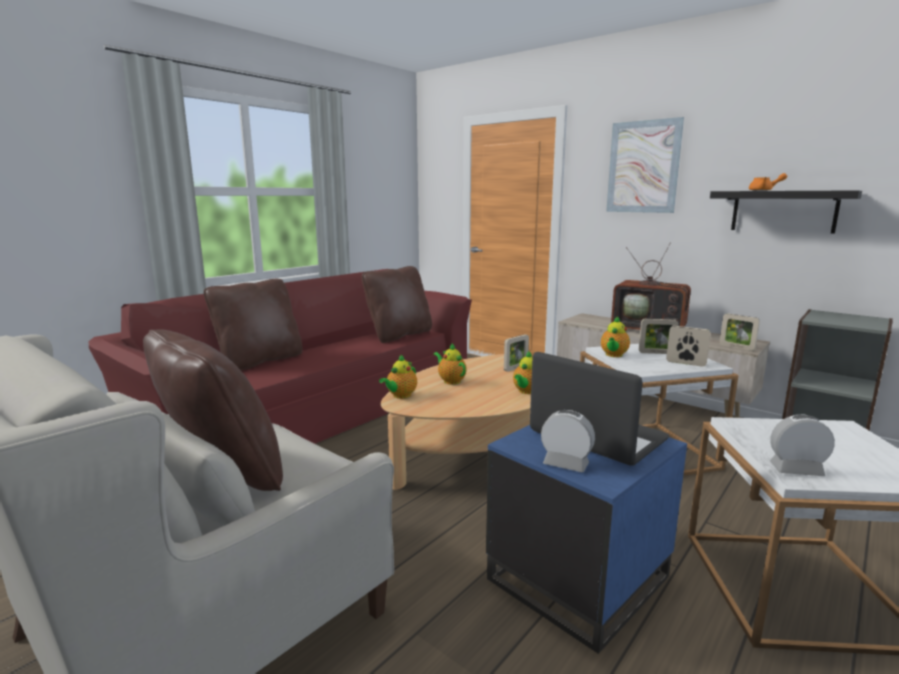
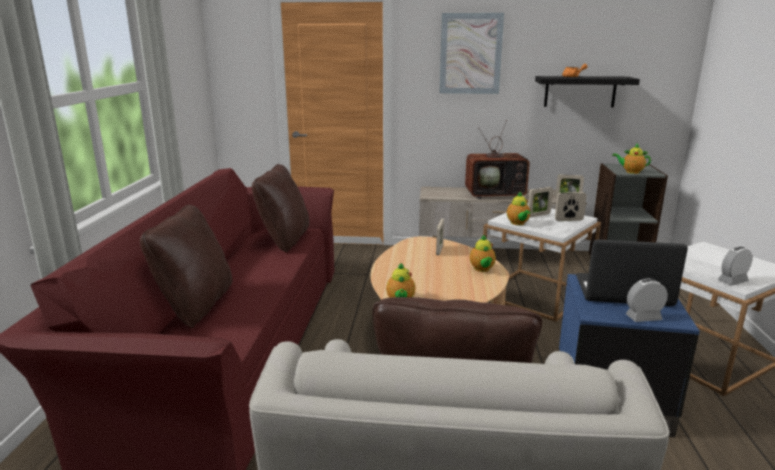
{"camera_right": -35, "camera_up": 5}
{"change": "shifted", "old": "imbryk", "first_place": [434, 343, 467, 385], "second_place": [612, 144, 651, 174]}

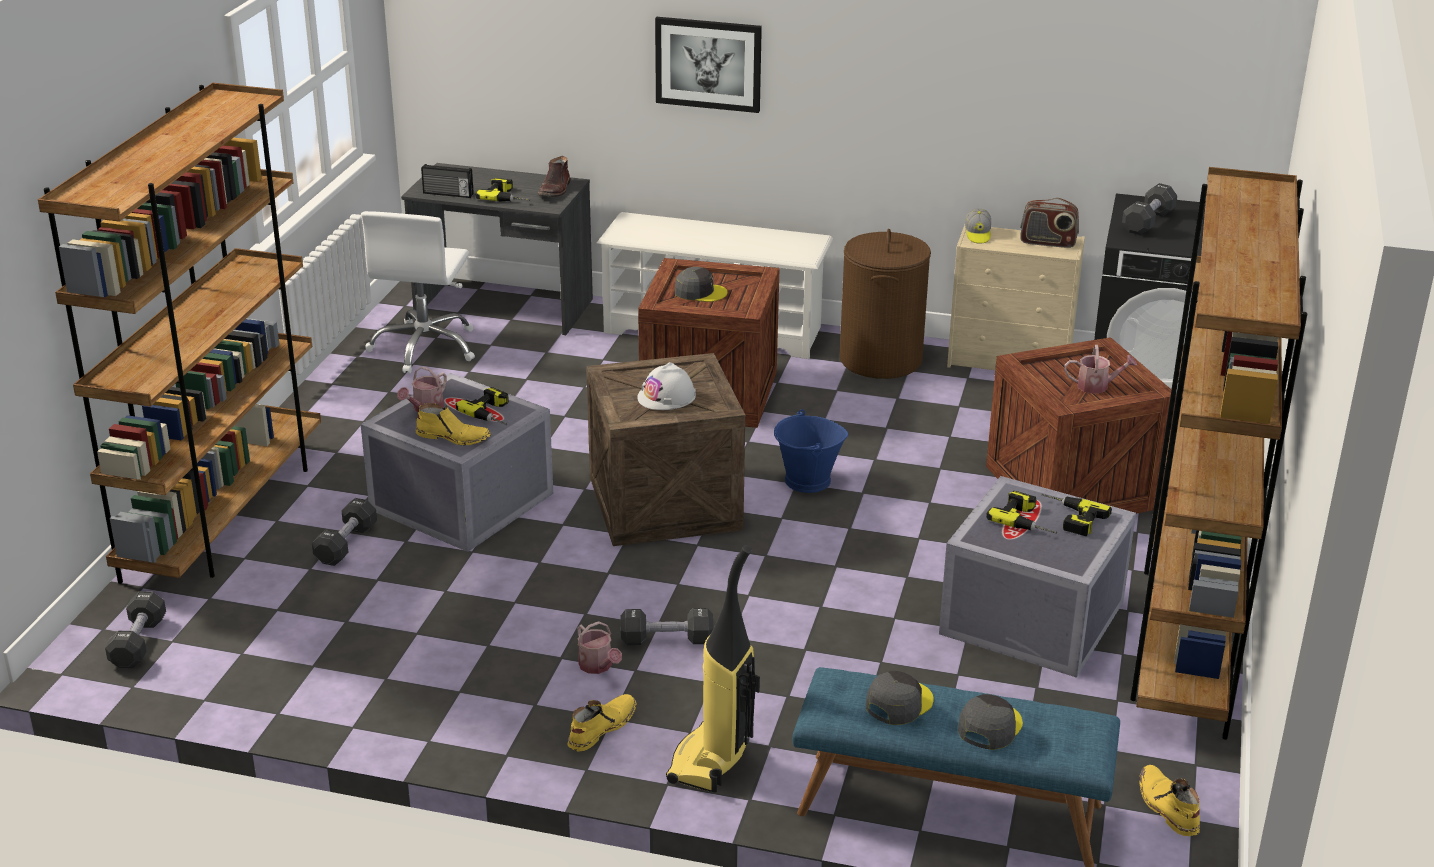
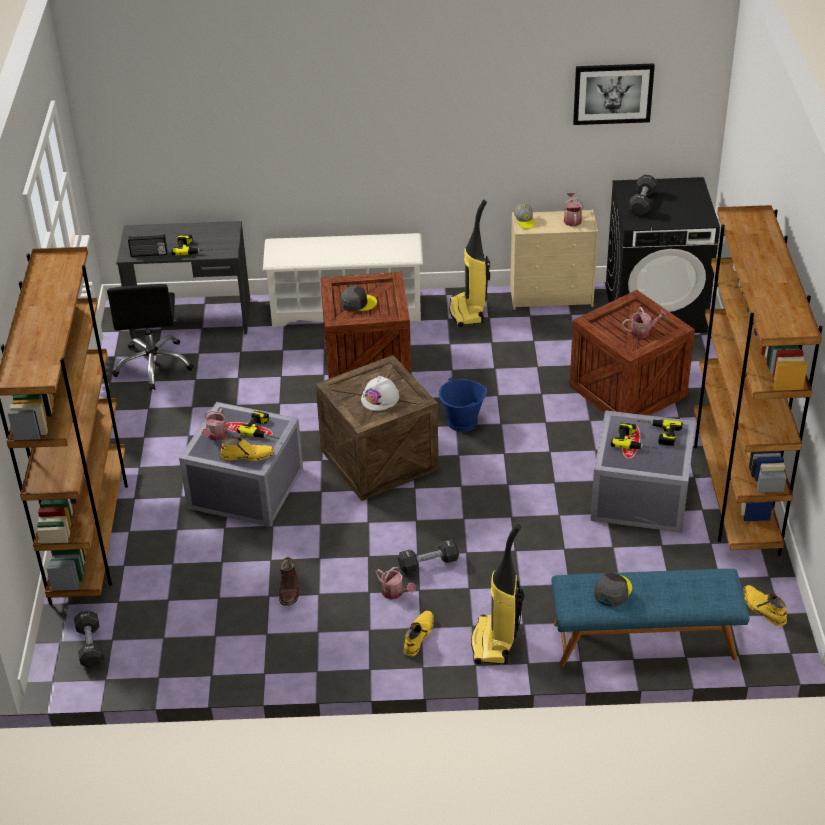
{"camera_right": -15, "camera_up": 10}
{"change": "repainted", "old": "krzesło biurowe [biały]", "new": "krzesło biurowe [czarny]", "first_place": [361, 211, 475, 373], "second_place": [107, 284, 194, 390]}
{"change": "shifted", "old": "but z cholewką [brązowy]", "first_place": [538, 156, 571, 197], "second_place": [279, 557, 300, 606]}
{"change": "swapped", "old": "kosz na pranie [brązowy]", "new": "odkurzacz", "first_place": [840, 229, 931, 379], "second_place": [449, 200, 490, 327]}
{"change": "swapped", "old": "radio", "new": "konewka", "first_place": [1020, 198, 1079, 248], "second_place": [563, 193, 584, 227]}
{"change": "shifted", "old": "obraz", "first_place": [655, 17, 762, 113], "second_place": [573, 63, 655, 125]}
{"change": "gone", "old": "hantel [czarny]", "first_place": [312, 498, 377, 566]}
{"change": "gone", "old": "czapka z daszkiem [szary]", "first_place": [958, 694, 1023, 750]}

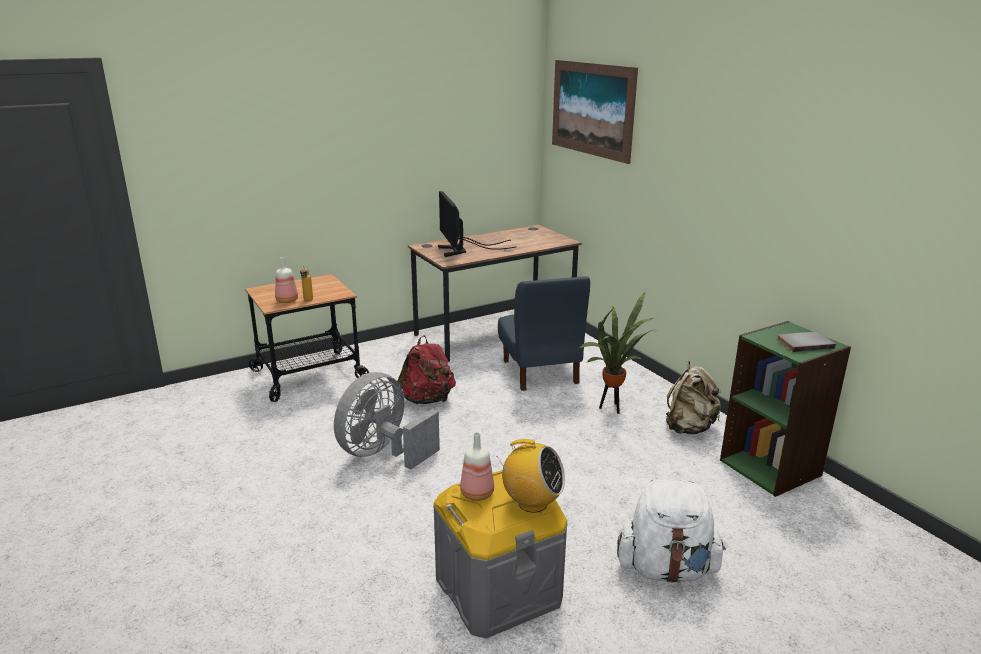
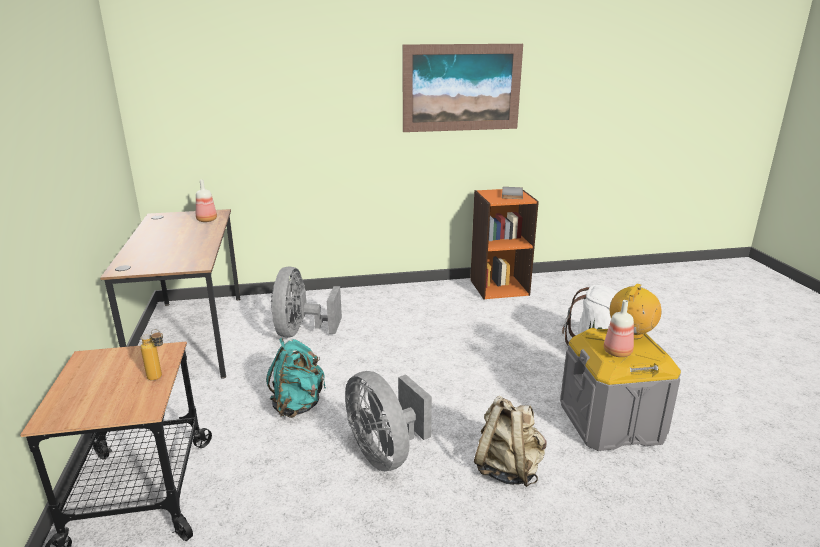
{"camera_right": -70, "camera_up": 0}
{"change": "shifted", "old": "butelka", "first_place": [275, 257, 298, 303], "second_place": [196, 180, 217, 222]}
{"change": "repainted", "old": "plecak [czerwony]", "new": "plecak [turkusowy]", "first_place": [397, 335, 456, 404], "second_place": [266, 338, 326, 418]}
{"change": "swapped", "old": "krzesło [niebieski]", "new": "wentylator [szary]", "first_place": [498, 276, 590, 391], "second_place": [271, 266, 342, 338]}
{"change": "shifted", "old": "obraz", "first_place": [552, 60, 638, 164], "second_place": [402, 44, 523, 132]}
{"change": "repainted", "old": "regał [zielony]", "new": "regał [pomarańczowy]", "first_place": [720, 321, 851, 497], "second_place": [470, 189, 539, 299]}
{"change": "shifted", "old": "plecak [beżowy]", "first_place": [666, 361, 721, 434], "second_place": [474, 396, 547, 487]}
{"change": "gone", "old": "monitor", "first_place": [438, 191, 516, 257]}
{"change": "gone", "old": "roślina doniczkowa", "first_place": [579, 292, 654, 414]}

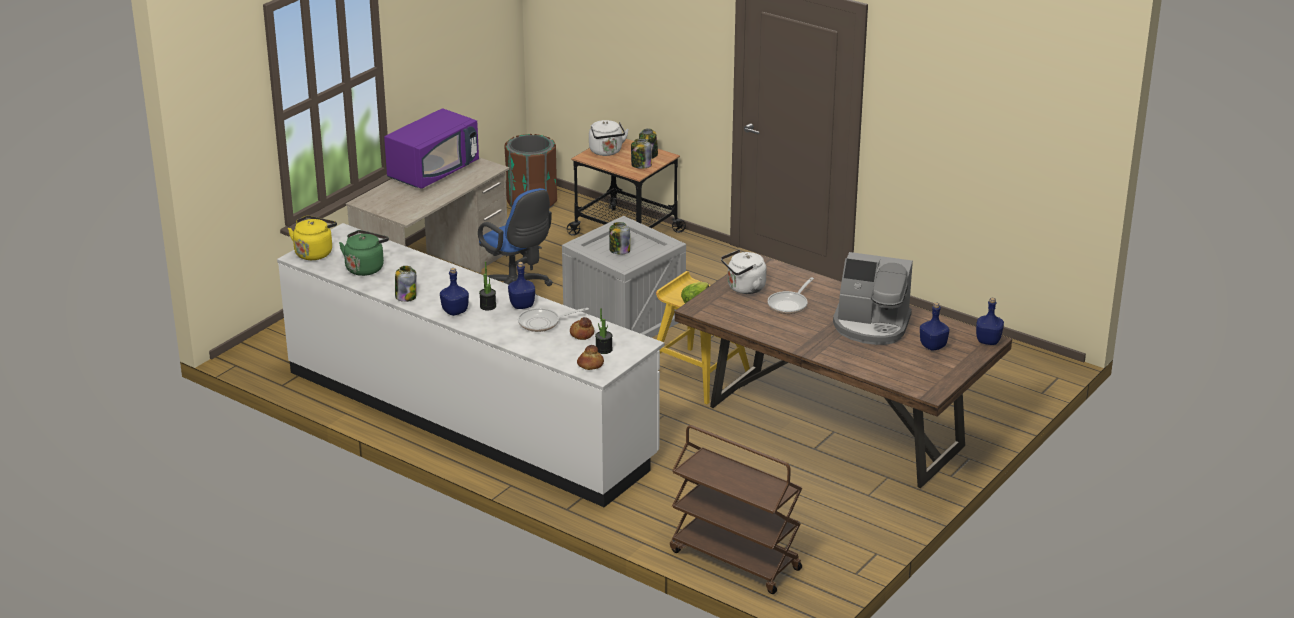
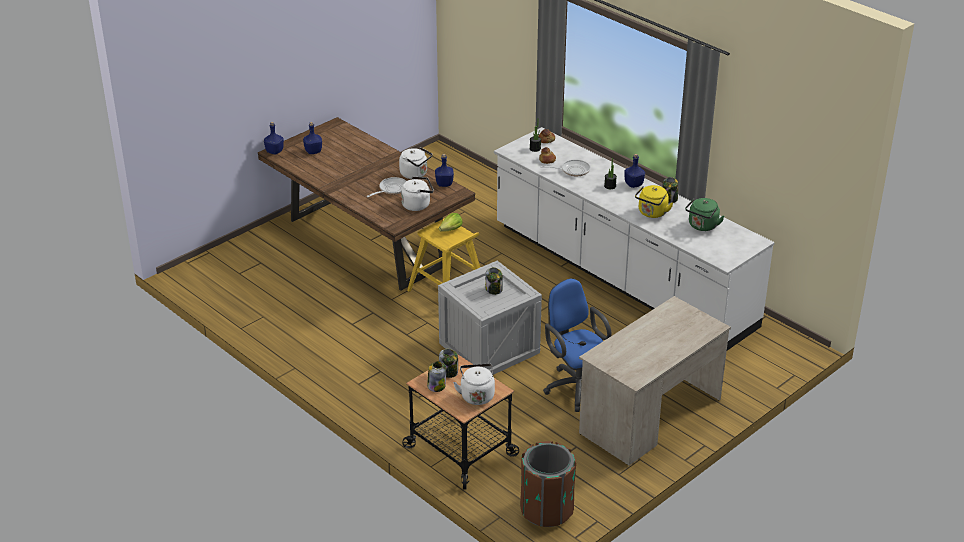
{"camera_right": -170, "camera_up": 5}
{"change": "new", "new": "czajnik [biały]", "second_place": [399, 147, 432, 179]}
{"change": "shifted", "old": "butelka [niebieski]", "first_place": [508, 262, 535, 309], "second_place": [435, 154, 454, 187]}
{"change": "shifted", "old": "czajnik [żółty]", "first_place": [288, 216, 337, 260], "second_place": [635, 185, 673, 218]}
{"change": "gone", "old": "mikrofalówka [fioletowy]", "first_place": [384, 108, 479, 189]}
{"change": "gone", "old": "wózek [brązowy]", "first_place": [670, 425, 802, 594]}
{"change": "gone", "old": "ekspres do kawy", "first_place": [833, 252, 913, 345]}

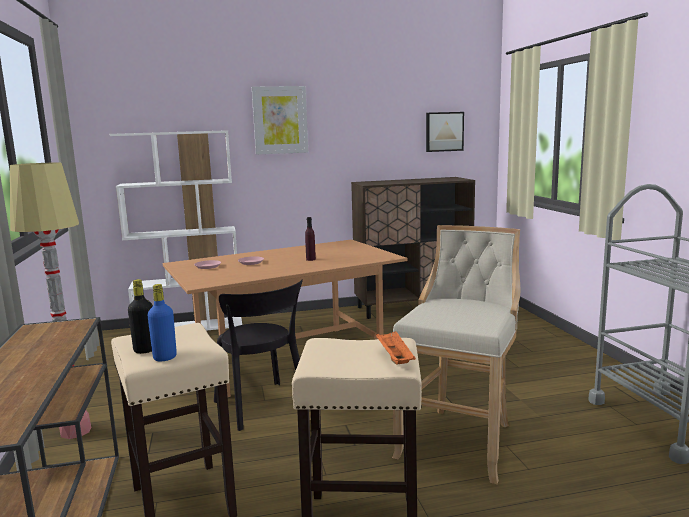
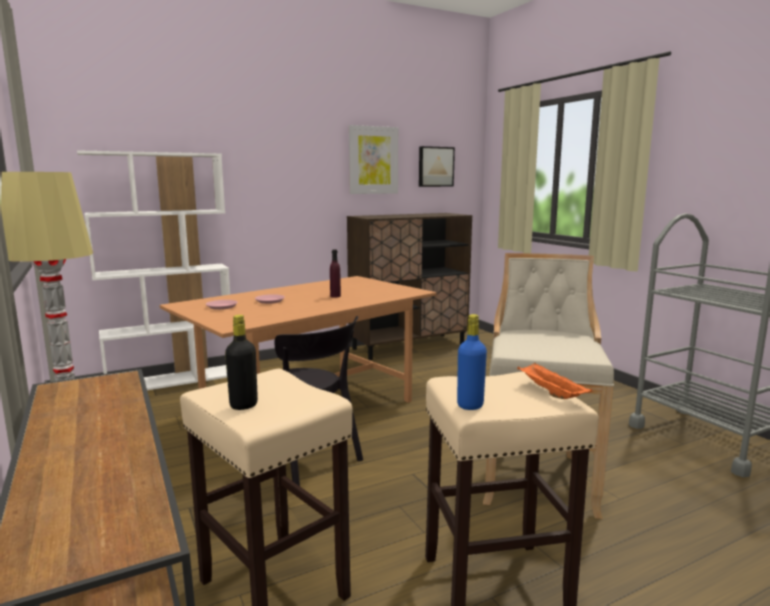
{"camera_right": -15, "camera_up": 0}
{"change": "shifted", "old": "obraz", "first_place": [252, 86, 308, 154], "second_place": [349, 125, 398, 194]}
{"change": "shifted", "old": "butelka [niebieski]", "first_place": [147, 284, 177, 361], "second_place": [457, 314, 487, 410]}

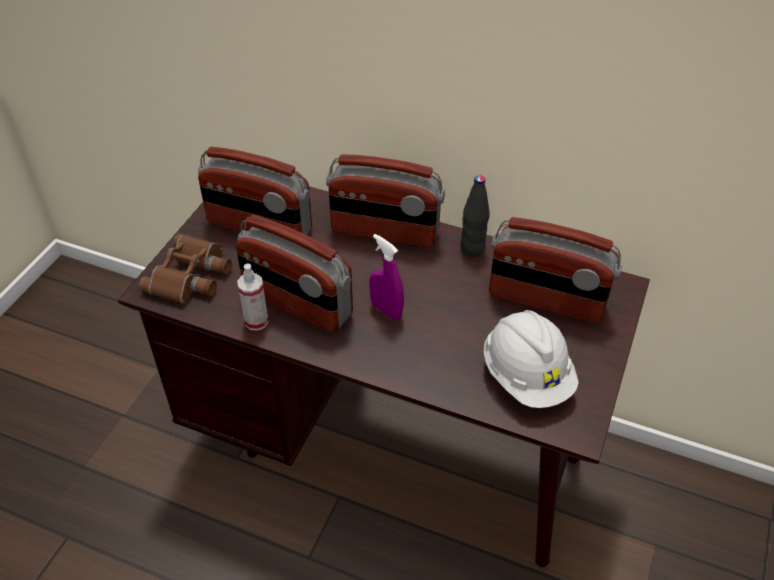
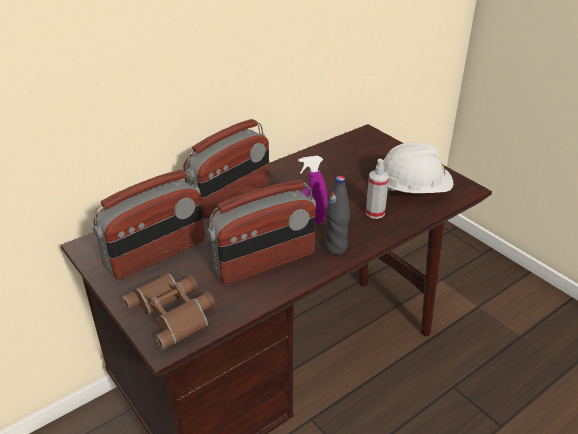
{"camera_right": -60, "camera_up": -10}
{"change": "shifted", "old": "butelka [czarny]", "first_place": [460, 175, 490, 256], "second_place": [325, 176, 350, 255]}
{"change": "shifted", "old": "spryskiwacz", "first_place": [237, 263, 269, 331], "second_place": [366, 159, 389, 219]}
{"change": "gone", "old": "radio", "first_place": [489, 217, 622, 323]}

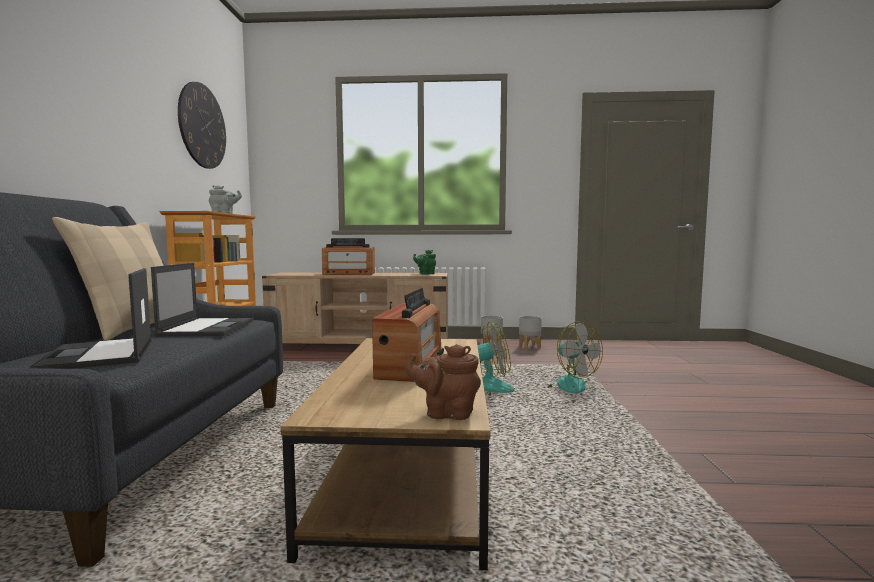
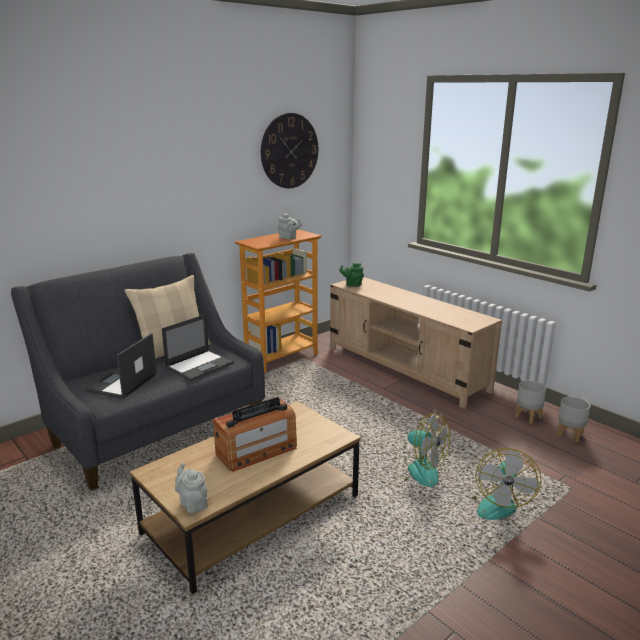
{"camera_right": 45, "camera_up": 15}
{"change": "repainted", "old": "imbryk [brązowy]", "new": "imbryk [szary]", "first_place": [405, 344, 481, 420], "second_place": [175, 462, 208, 513]}
{"change": "shifted", "old": "imbryk [zielony]", "first_place": [413, 250, 436, 275], "second_place": [339, 263, 364, 287]}
{"change": "gone", "old": "radio", "first_place": [322, 238, 375, 275]}

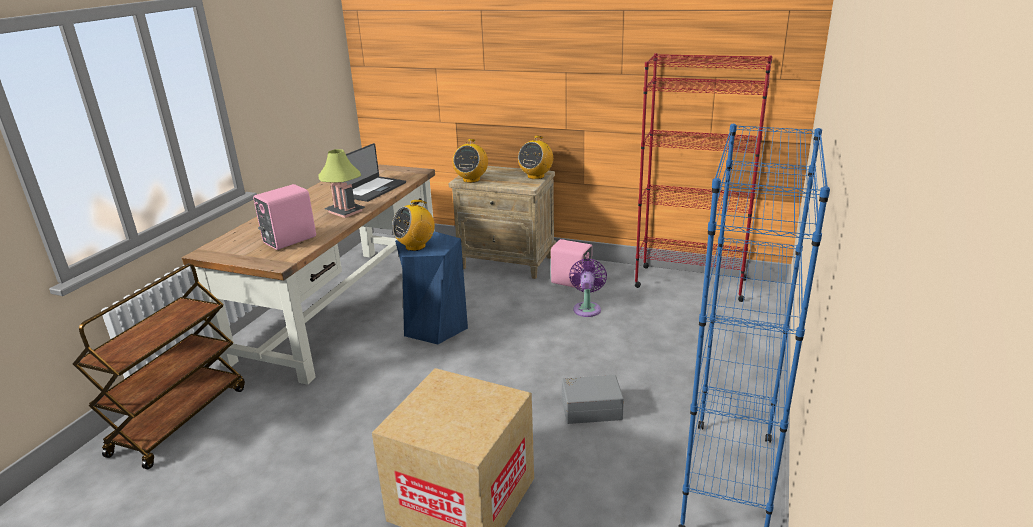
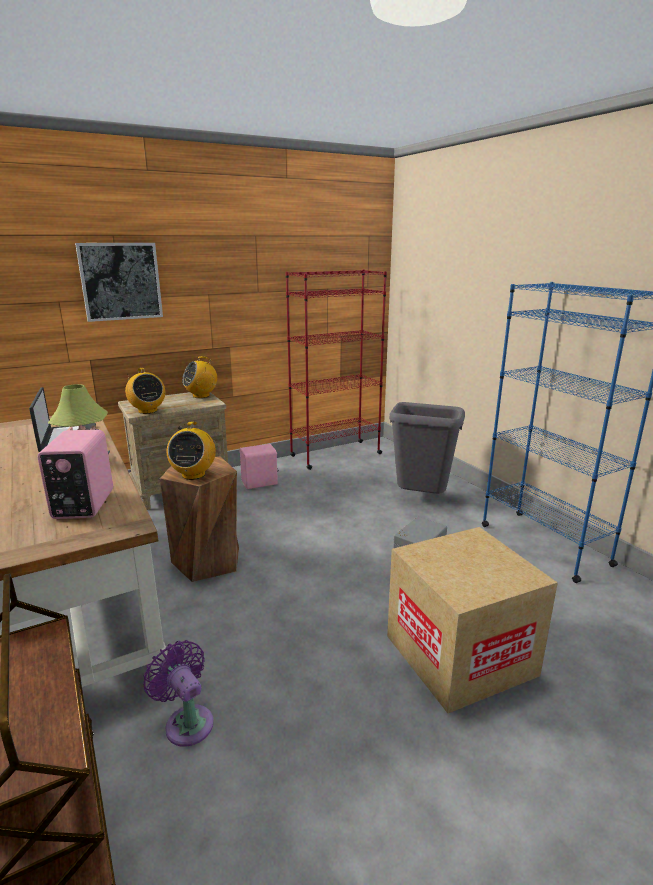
{"camera_right": -50, "camera_up": -5}
{"change": "new", "new": "obraz", "second_place": [75, 243, 163, 322]}
{"change": "shifted", "old": "wentylator [fioletowy]", "first_place": [569, 258, 607, 317], "second_place": [143, 640, 214, 747]}
{"change": "repainted", "old": "stołek [niebieski]", "new": "stołek [brązowy]", "first_place": [395, 231, 468, 345], "second_place": [160, 456, 239, 582]}
{"change": "rotated", "old": "radio", "first_place": [518, 136, 553, 179], "second_place": [182, 356, 217, 398], "degrees": 75}
{"change": "new", "new": "kosz na śmieci [szary]", "second_place": [389, 402, 465, 494]}

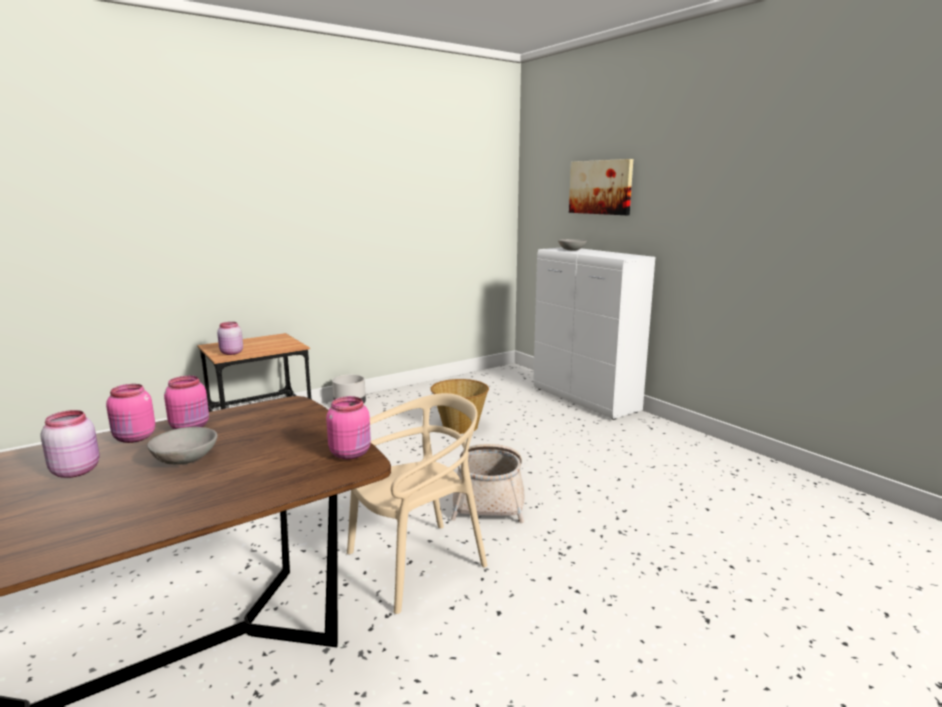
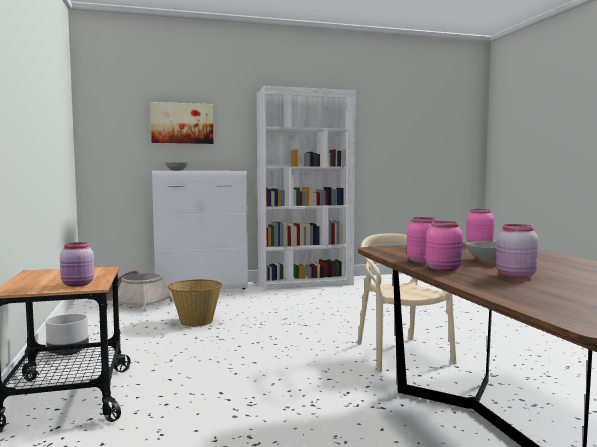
{"camera_right": -70, "camera_up": -10}
{"change": "shifted", "old": "koszyk", "first_place": [451, 444, 524, 523], "second_place": [107, 270, 173, 312]}
{"change": "new", "new": "regał [biały]", "second_place": [257, 86, 356, 290]}

